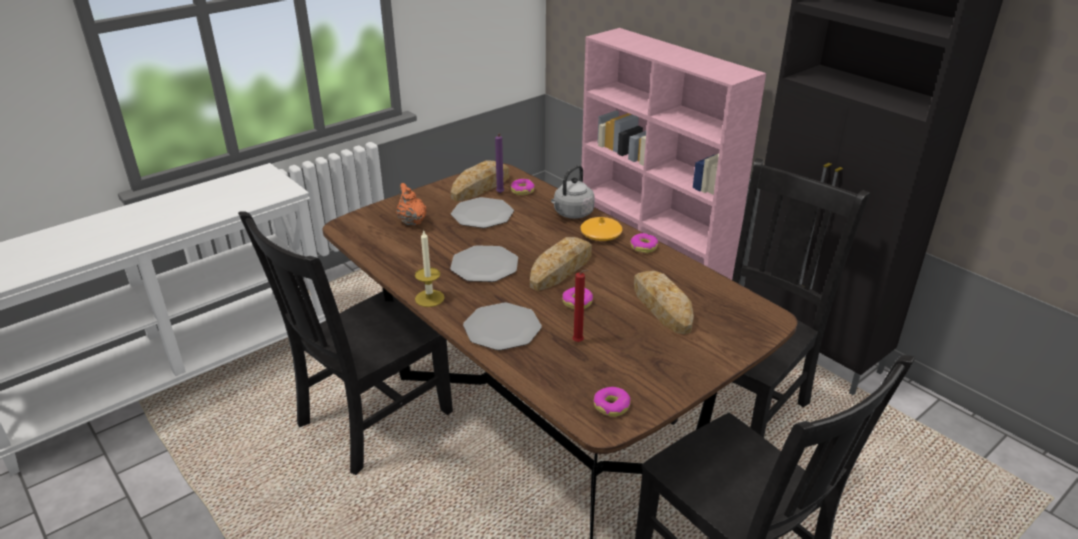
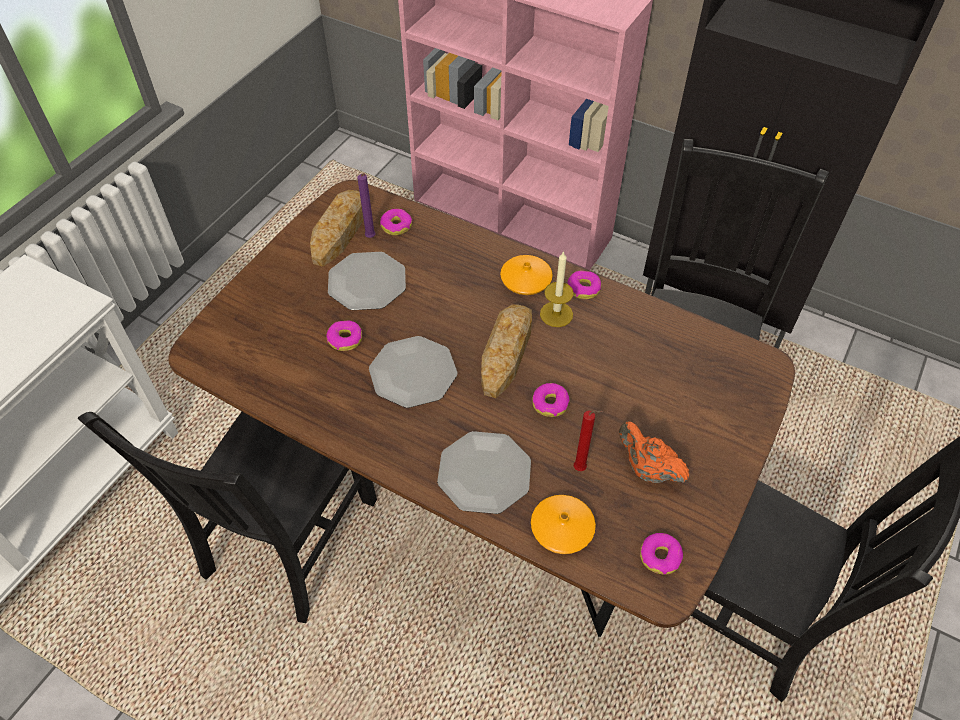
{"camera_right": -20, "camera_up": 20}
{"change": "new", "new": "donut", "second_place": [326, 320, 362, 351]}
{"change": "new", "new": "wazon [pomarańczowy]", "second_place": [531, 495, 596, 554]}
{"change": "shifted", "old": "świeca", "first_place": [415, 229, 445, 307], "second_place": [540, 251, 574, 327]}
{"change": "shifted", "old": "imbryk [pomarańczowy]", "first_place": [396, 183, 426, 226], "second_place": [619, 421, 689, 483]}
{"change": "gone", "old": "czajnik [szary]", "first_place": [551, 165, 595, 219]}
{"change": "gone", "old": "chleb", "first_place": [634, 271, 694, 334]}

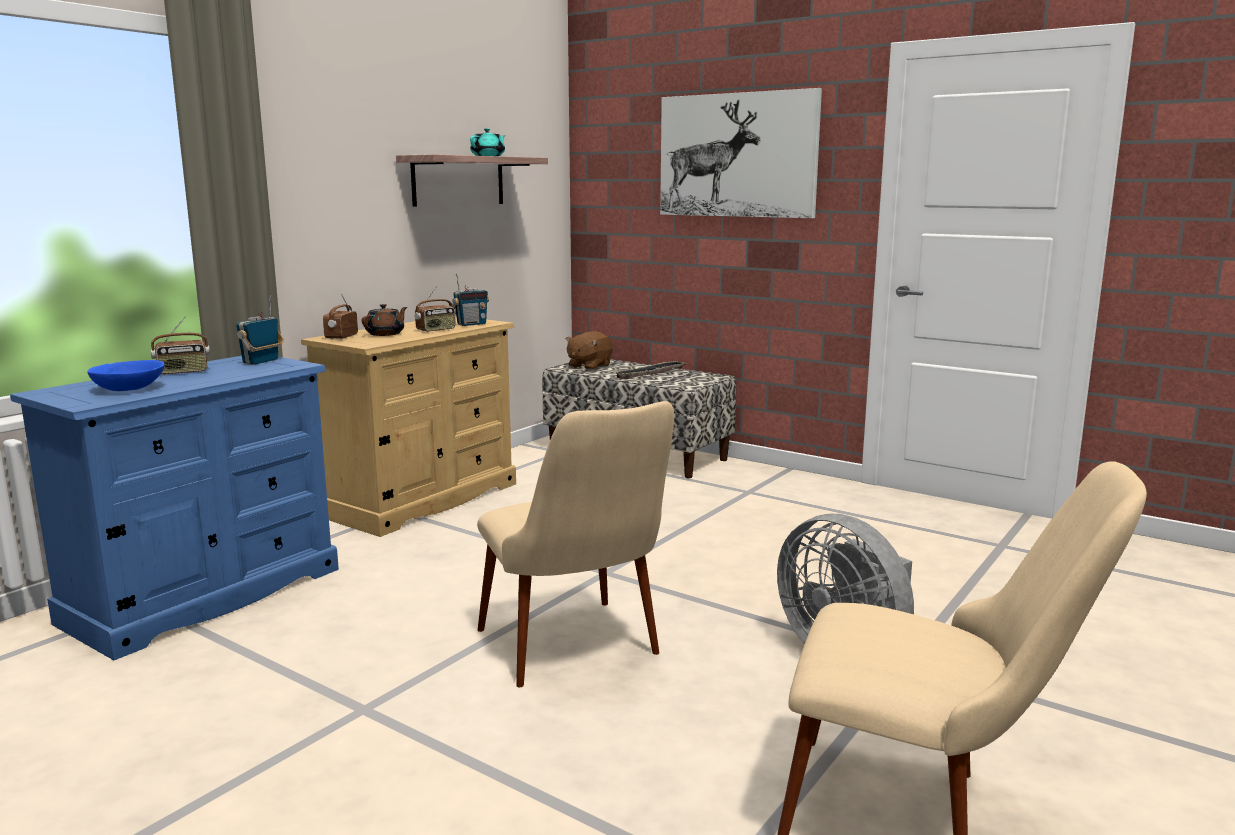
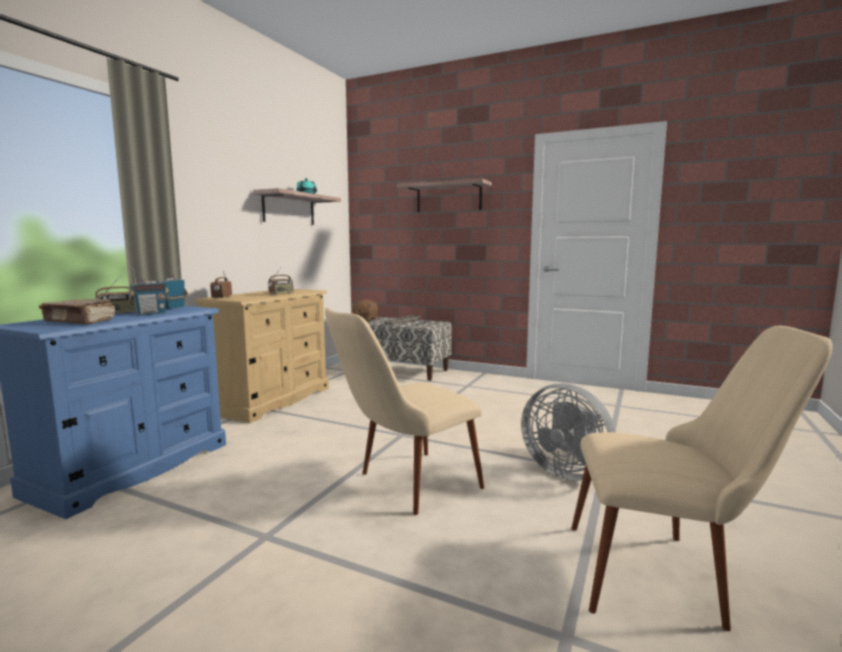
{"camera_right": -10, "camera_up": -5}
{"change": "swapped", "old": "miska [niebieski]", "new": "książka [brązowy]", "first_place": [87, 360, 165, 391], "second_place": [39, 299, 115, 324]}
{"change": "shifted", "old": "radio", "first_place": [452, 273, 489, 326], "second_place": [128, 267, 168, 315]}
{"change": "rotated", "old": "krzesło [beżowy]", "first_place": [477, 401, 674, 687], "second_place": [325, 308, 484, 515], "degrees": 90}
{"change": "swapped", "old": "obraz", "new": "półka", "first_place": [660, 88, 822, 218], "second_place": [397, 179, 492, 212]}
{"change": "gone", "old": "imbryk [brązowy]", "first_place": [361, 304, 407, 336]}

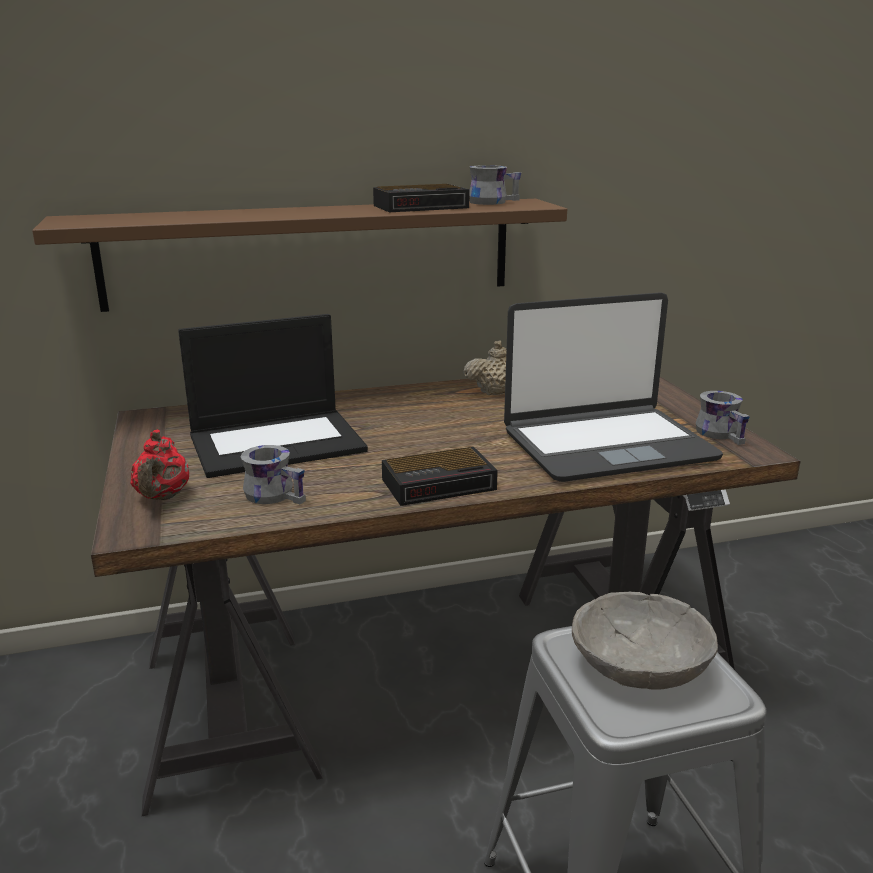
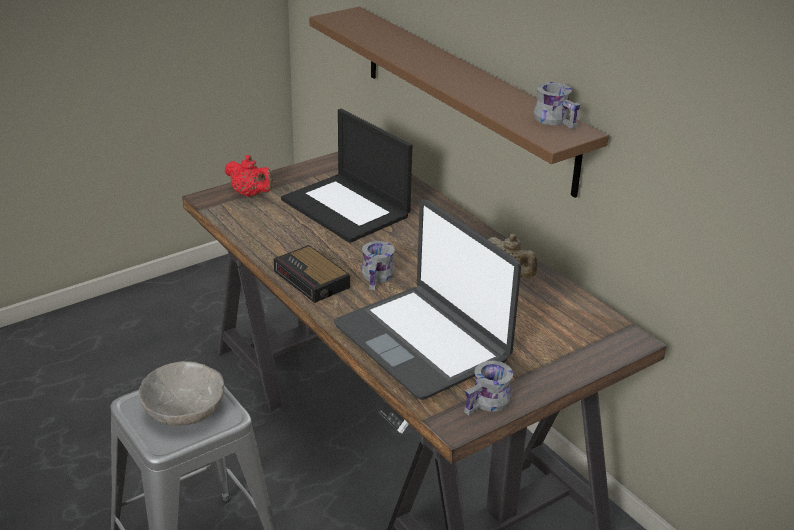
{"camera_right": 70, "camera_up": 10}
{"change": "rotated", "old": "imbryk [czerwony]", "first_place": [131, 430, 189, 500], "second_place": [225, 155, 274, 197], "degrees": -120}
{"change": "shifted", "old": "kubek [szary]", "first_place": [241, 445, 306, 504], "second_place": [361, 241, 395, 290]}
{"change": "gone", "old": "budzik", "first_place": [373, 184, 470, 212]}

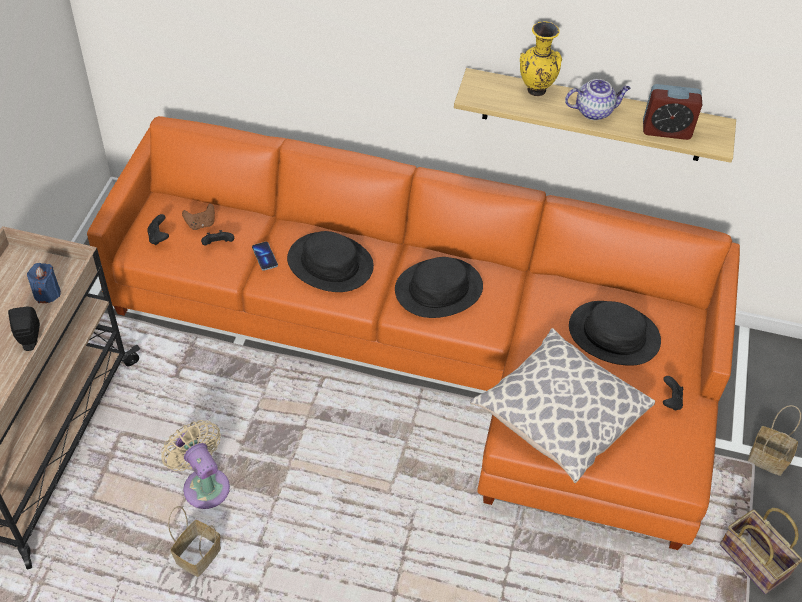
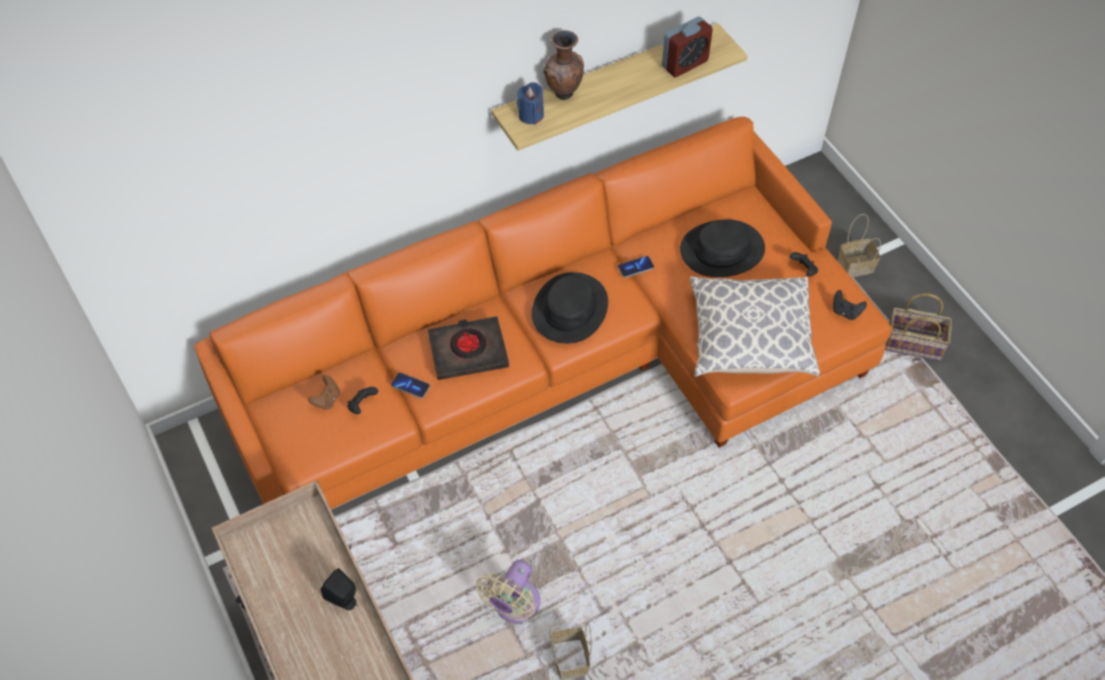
{"camera_right": -40, "camera_up": 5}
{"change": "swapped", "old": "kapelusz [czarny]", "new": "książka [czarny]", "first_place": [287, 231, 374, 292], "second_place": [428, 316, 509, 380]}
{"change": "rotated", "old": "wentylator [beżowy]", "first_place": [161, 420, 230, 509], "second_place": [476, 560, 540, 623], "degrees": -75}
{"change": "shifted", "old": "świeca [niebieski]", "first_place": [27, 263, 61, 303], "second_place": [517, 82, 544, 125]}
{"change": "repainted", "old": "wazon [żółty]", "new": "wazon [brązowy]", "first_place": [520, 21, 562, 96], "second_place": [543, 30, 584, 100]}
{"change": "new", "new": "telefon", "second_place": [618, 256, 654, 278]}
{"change": "shifted", "old": "pad do gier [czarny]", "first_place": [147, 214, 169, 245], "second_place": [833, 290, 867, 320]}
{"change": "gone", "old": "imbryk", "first_place": [565, 79, 631, 120]}

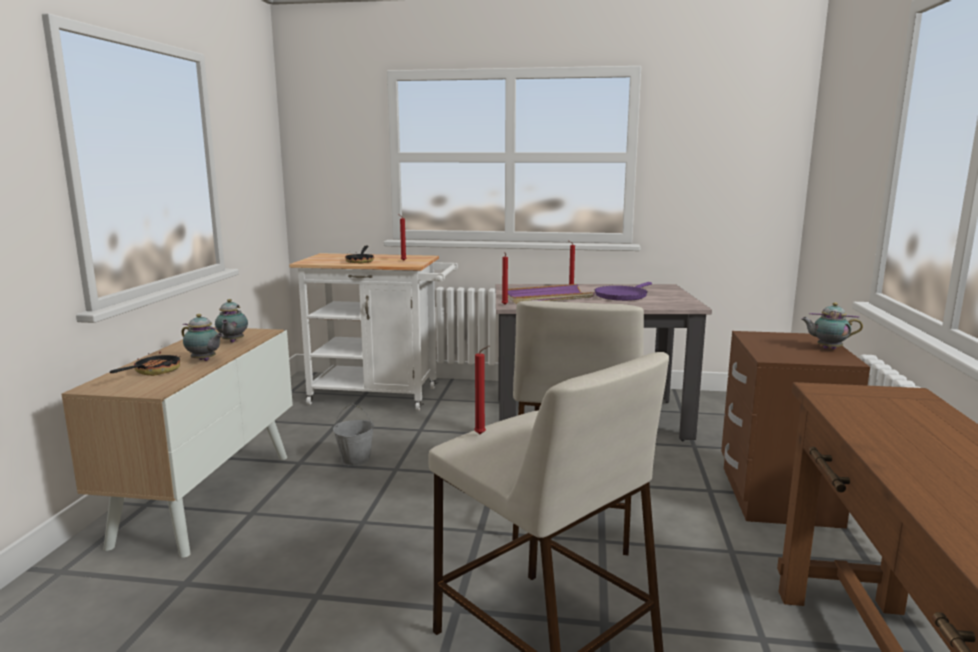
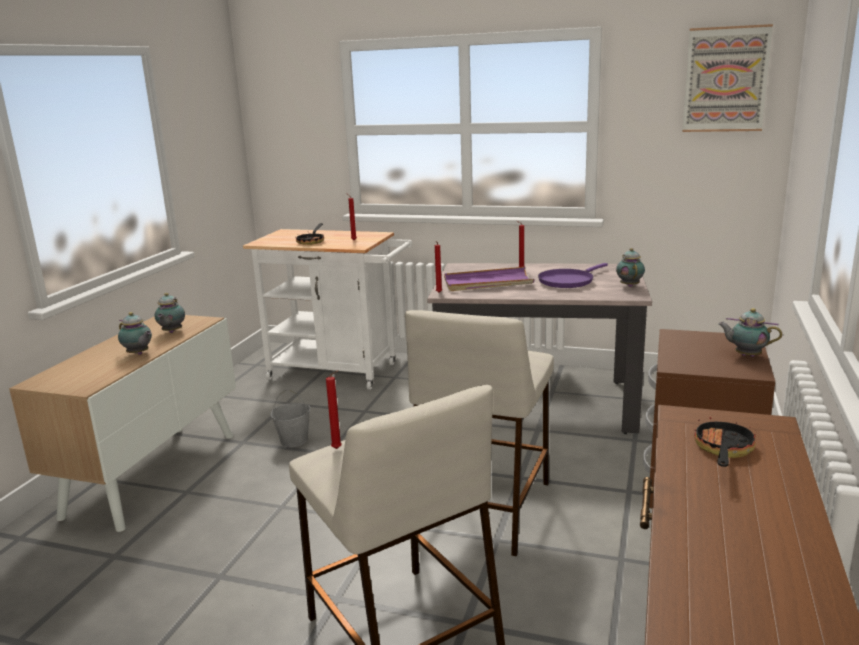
{"camera_right": 10, "camera_up": 5}
{"change": "new", "new": "imbryk", "second_place": [616, 248, 645, 287]}
{"change": "new", "new": "obraz", "second_place": [682, 24, 773, 132]}
{"change": "shifted", "old": "patelnia", "first_place": [110, 352, 180, 376], "second_place": [694, 417, 756, 467]}

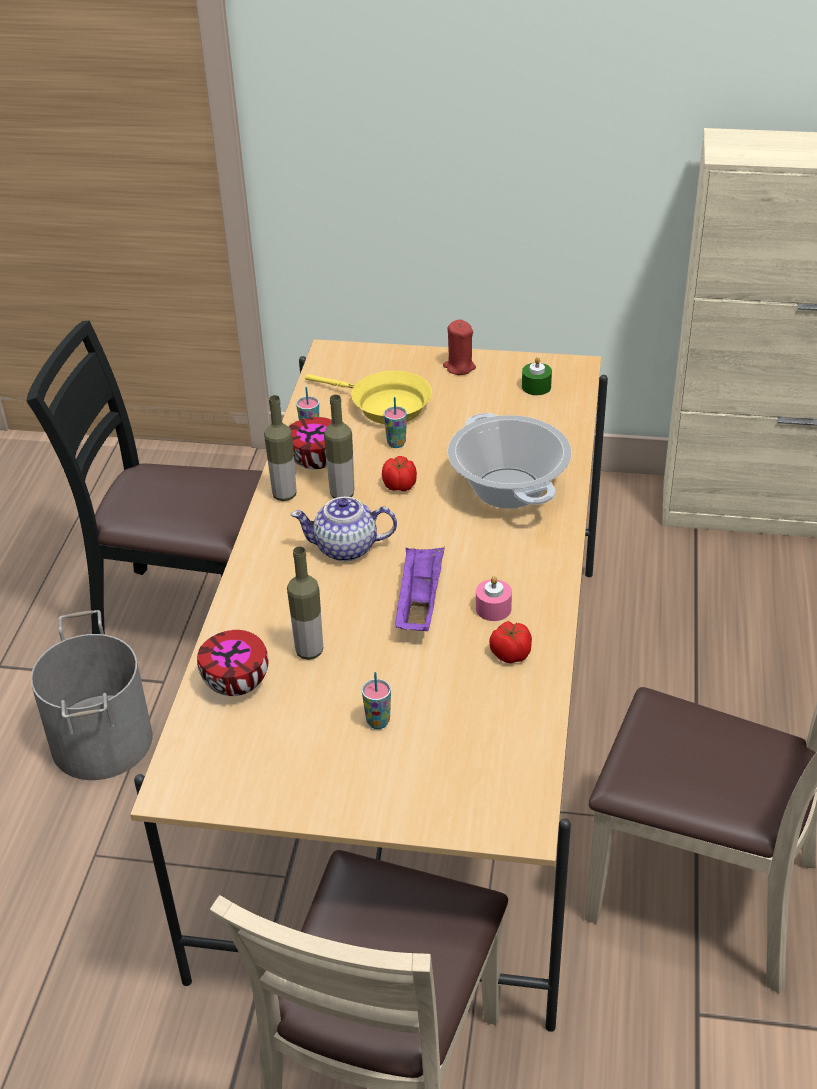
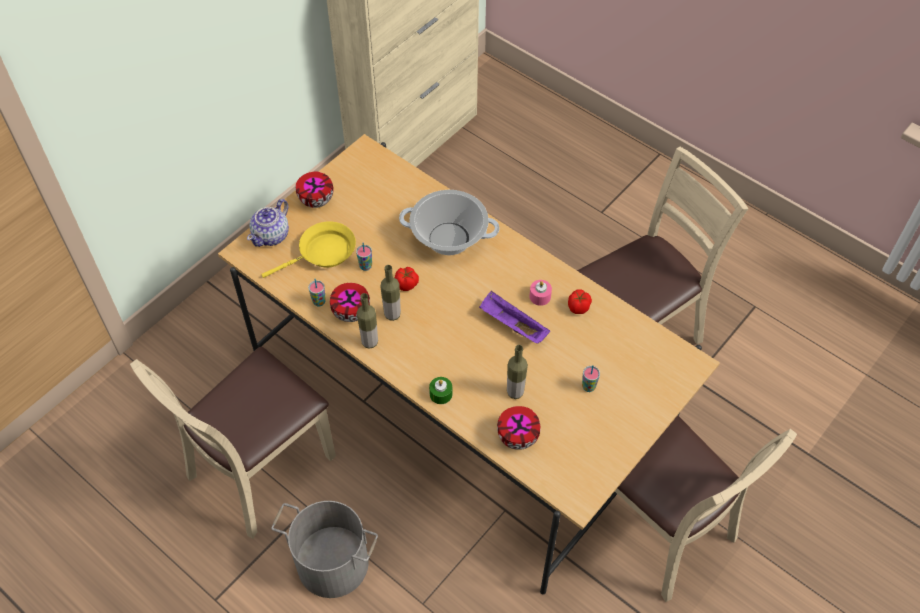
{"camera_right": -60, "camera_up": 15}
{"change": "repainted", "old": "krzesło [czarny]", "new": "krzesło [beżowy]", "first_place": [26, 321, 263, 635], "second_place": [130, 347, 336, 539]}
{"change": "shifted", "old": "imbryk", "first_place": [291, 497, 397, 561], "second_place": [247, 199, 289, 247]}
{"change": "swapped", "old": "świeca [czerwony]", "new": "miska", "first_place": [443, 320, 476, 375], "second_place": [295, 172, 334, 208]}
{"change": "shifted", "old": "świeca [zielony]", "first_place": [522, 357, 552, 395], "second_place": [429, 377, 452, 404]}

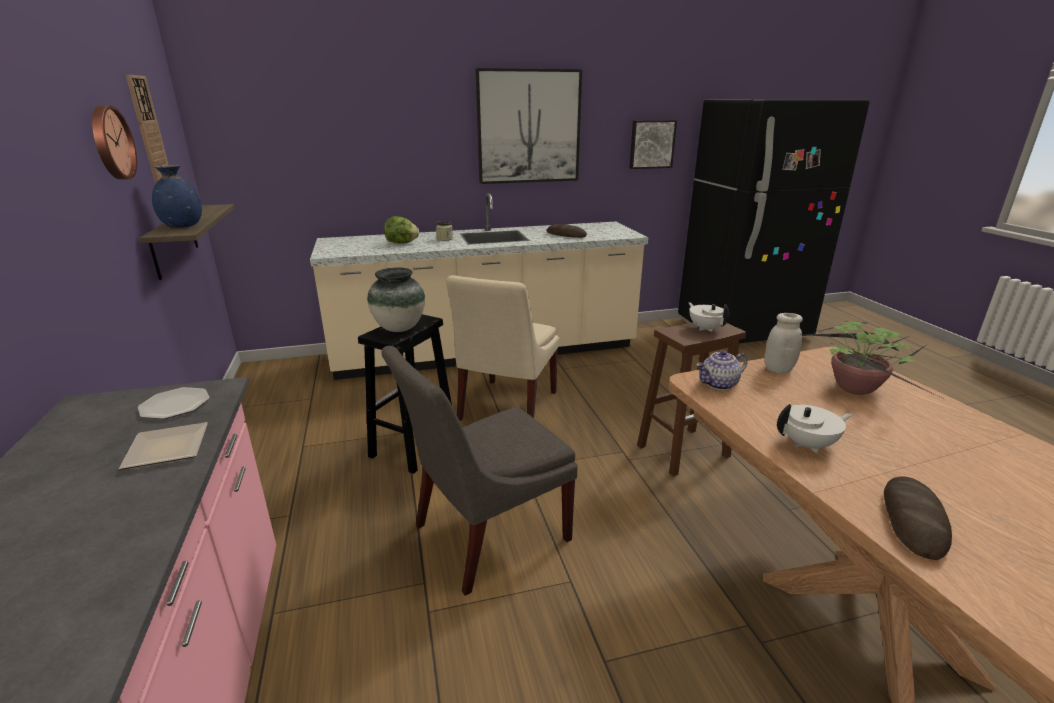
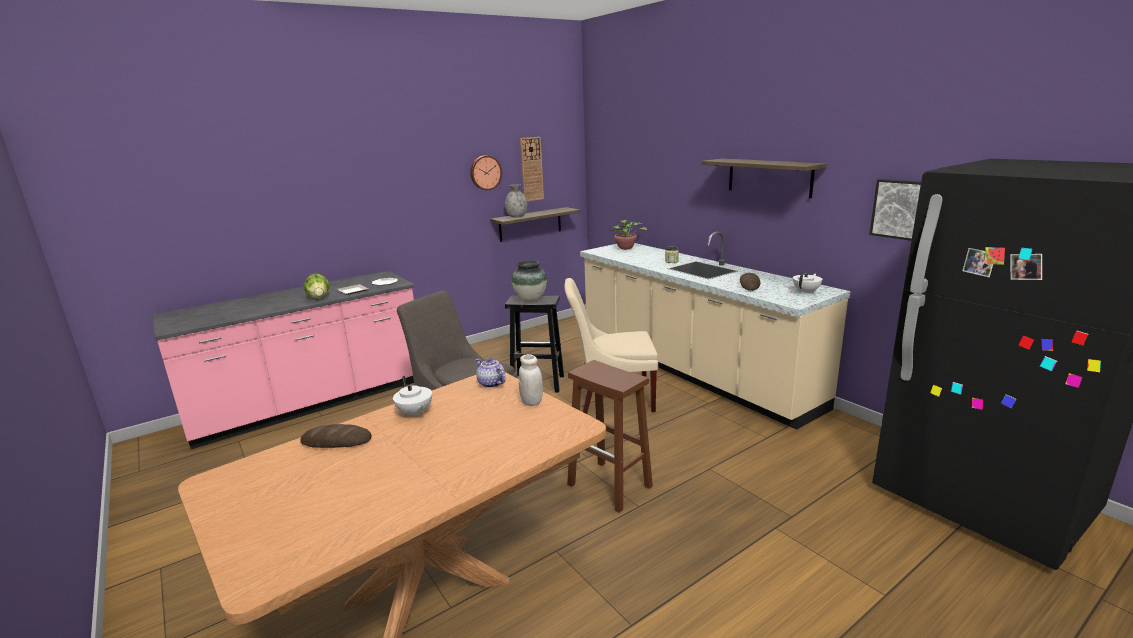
{"camera_right": 70, "camera_up": -5}
{"change": "shifted", "old": "sałata", "first_place": [384, 216, 419, 243], "second_place": [304, 273, 330, 299]}
{"change": "repainted", "old": "wazon [niebieski]", "new": "wazon [szary]", "first_place": [152, 165, 202, 228], "second_place": [505, 184, 528, 218]}
{"change": "shifted", "old": "roślina doniczkowa", "first_place": [804, 322, 939, 397], "second_place": [588, 220, 647, 250]}
{"change": "swapped", "old": "obraz", "new": "półka", "first_place": [475, 68, 582, 184], "second_place": [701, 158, 827, 198]}
{"change": "shifted", "old": "imbryk [biały]", "first_place": [688, 302, 729, 332], "second_place": [793, 272, 822, 294]}

